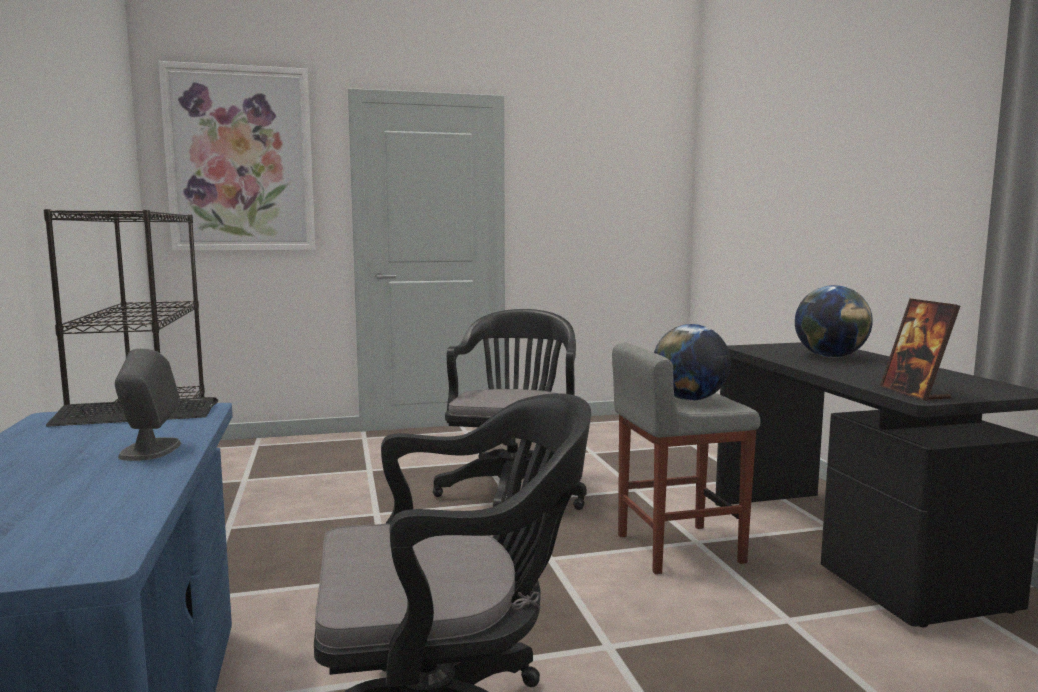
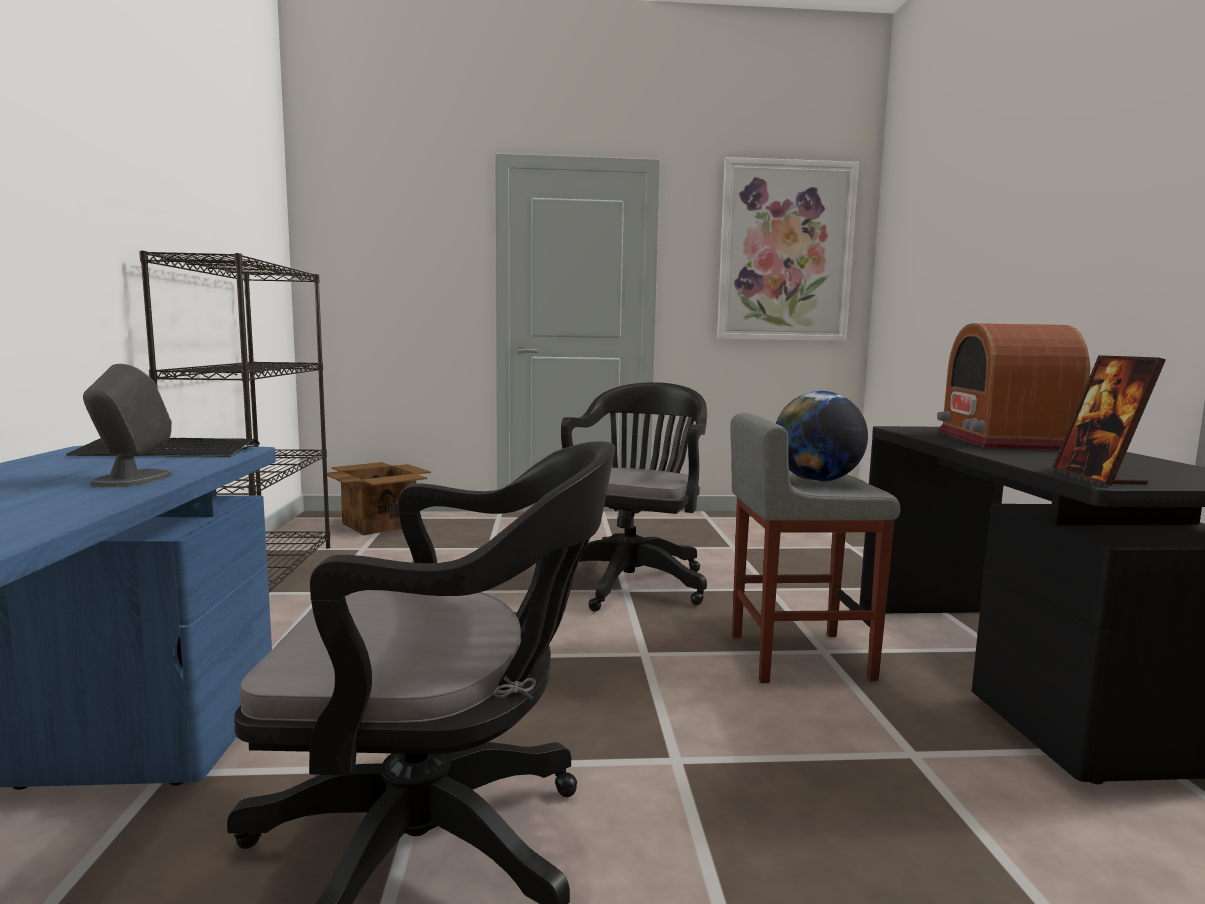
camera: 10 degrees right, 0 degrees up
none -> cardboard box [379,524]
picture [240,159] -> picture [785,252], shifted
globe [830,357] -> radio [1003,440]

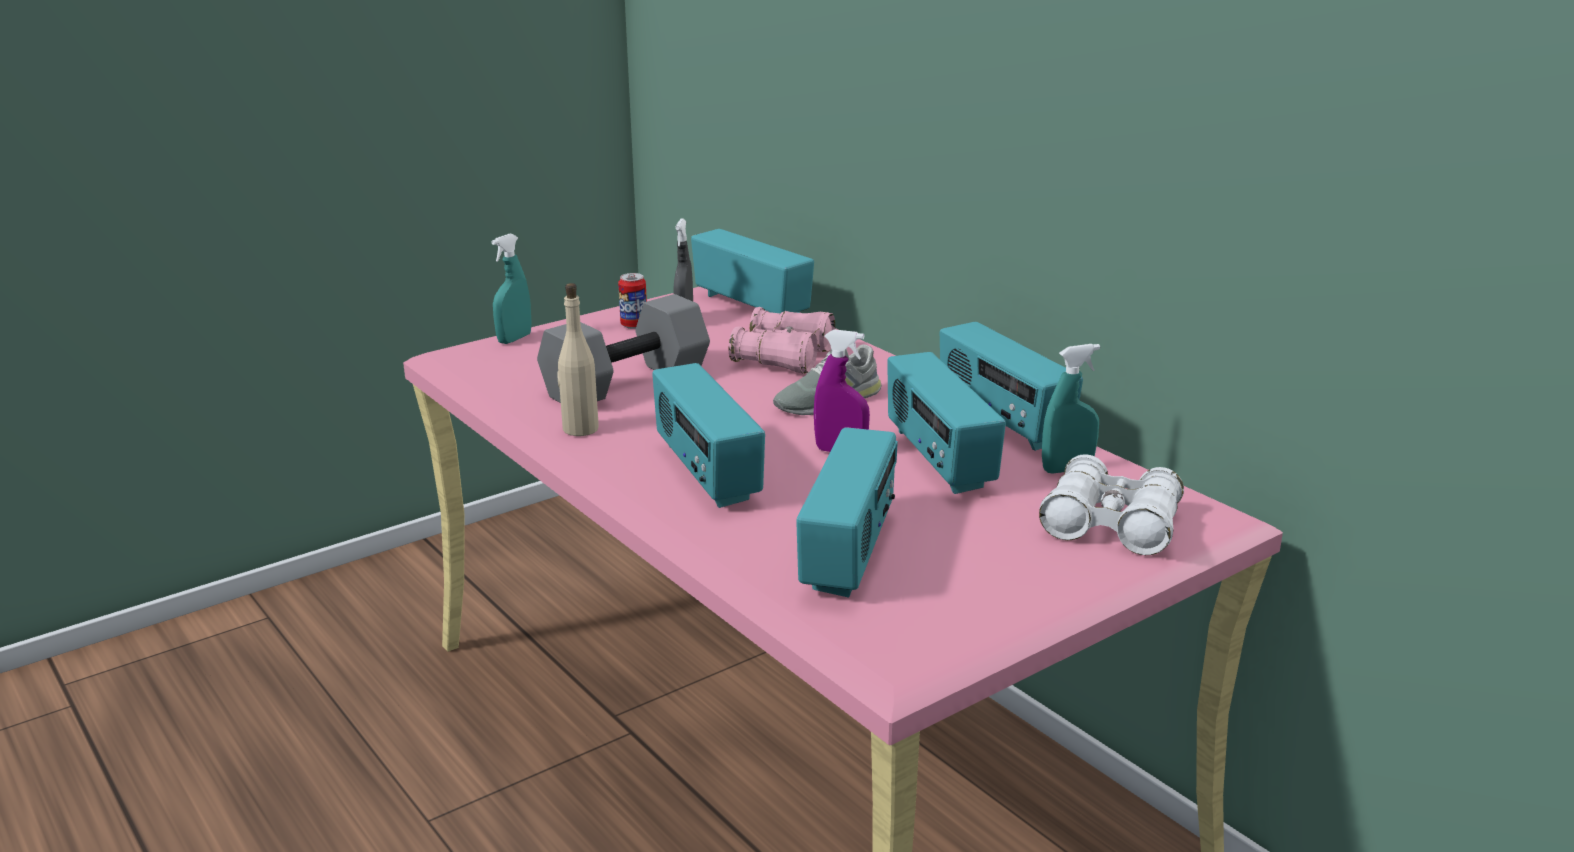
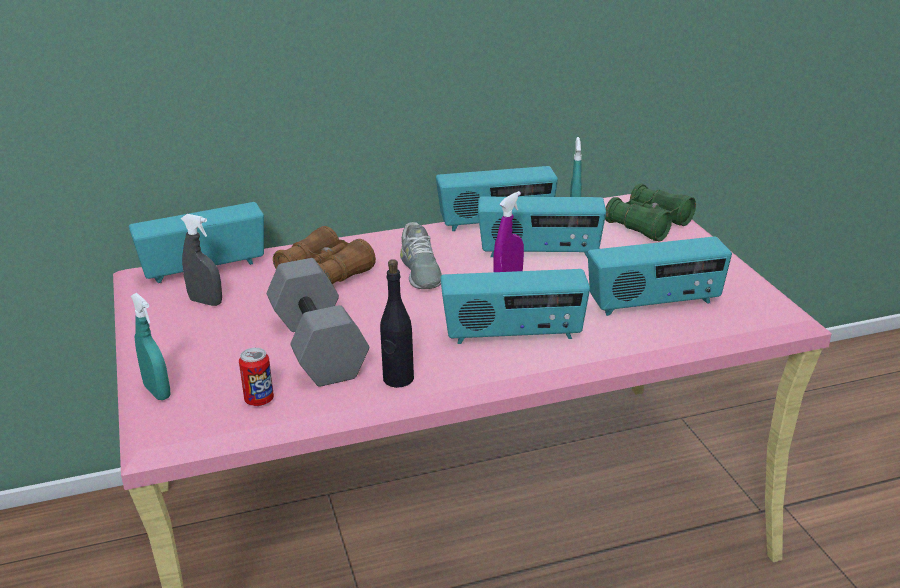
camera: 70 degrees left, 5 degrees up
can [634,325] -> can [259,400], shifted
bottle (beige) [580,429] -> bottle (black) [398,379]
binoculars (pink) [783,357] -> binoculars (brown) [325,273]
binoculars (white) [1111,525] -> binoculars (green) [649,225]
radio [850,553] -> radio [654,304], 135 degrees clockwise

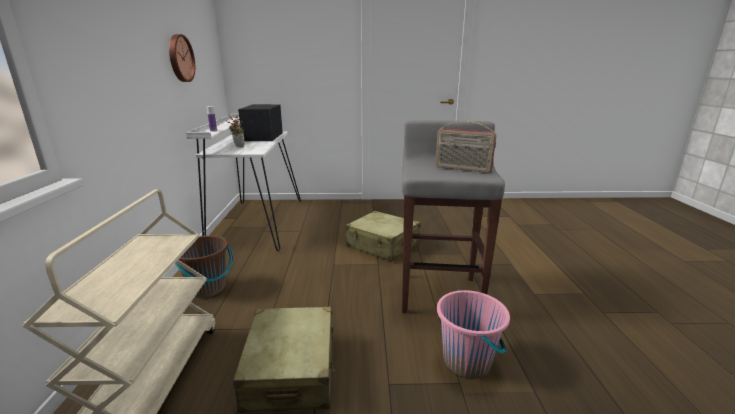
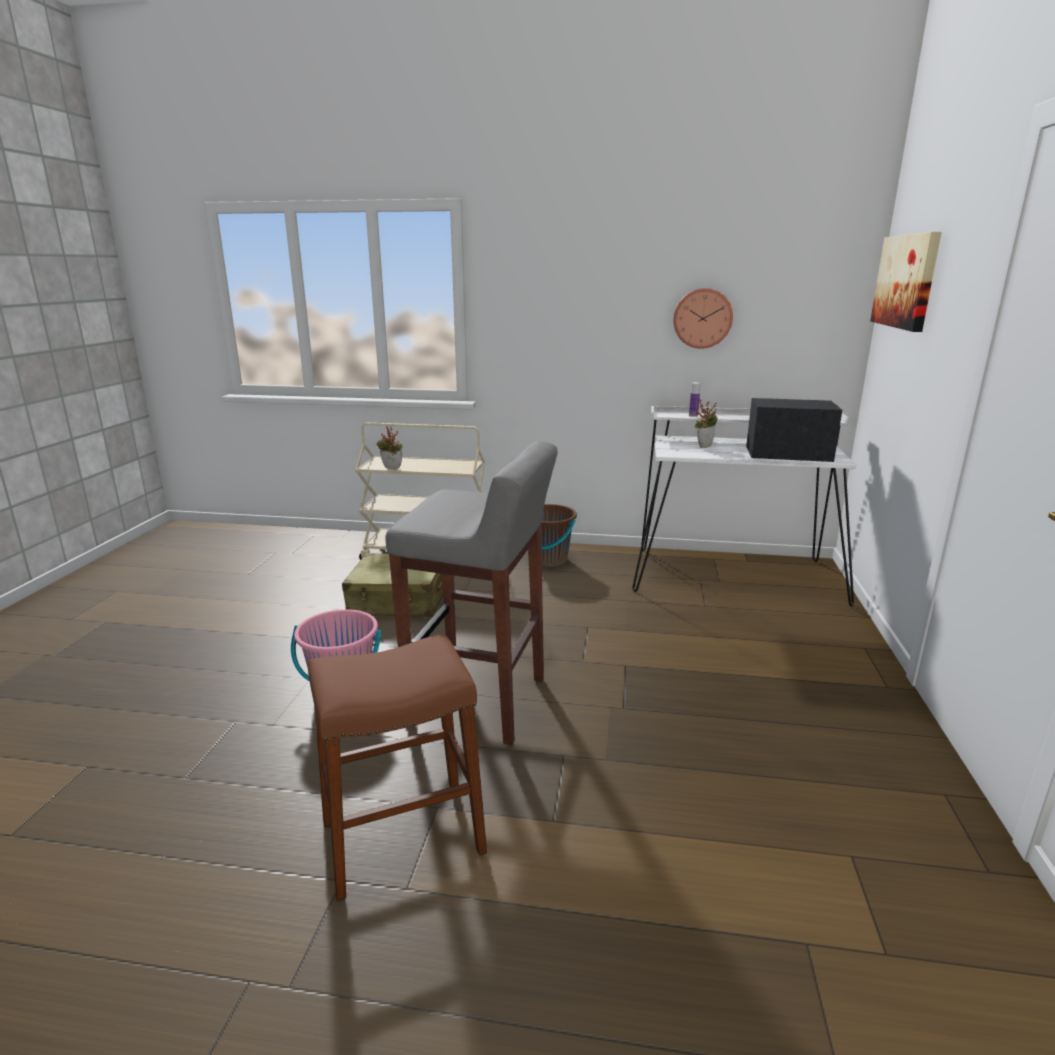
camera: 100 degrees right, 0 degrees up
suitcase (beige) [383,245] -> none
radio [462,169] -> none
none -> stool (brown) [402,836]
none -> potted plant [390,468]
none -> picture [906,281]

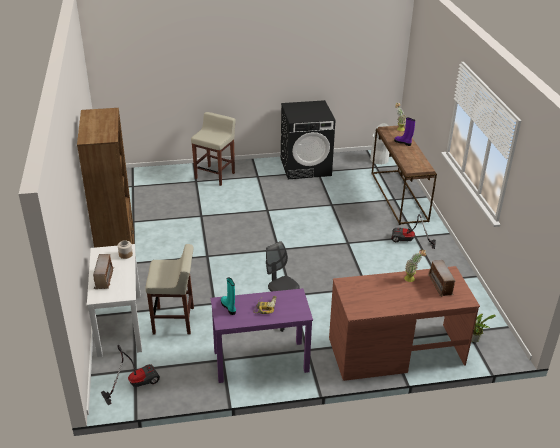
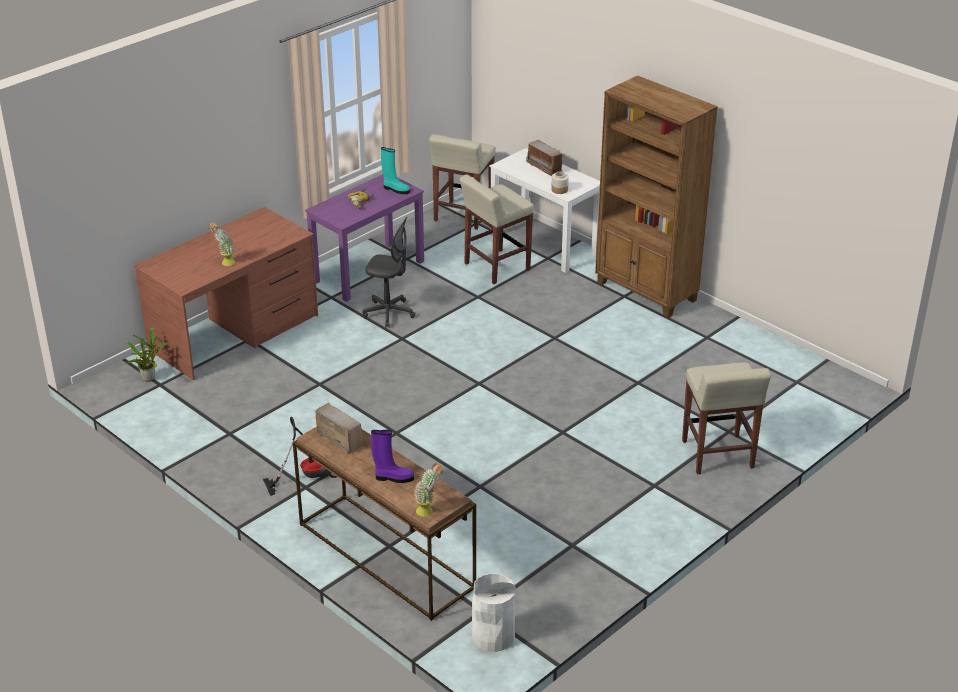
camera: 145 degrees right, 0 degrees up
washing machine (black) [306,167] -> none
radio [440,285] -> radio [339,439], shifted
vacuum cleaner [135,383] -> stool (beige) [463,216]

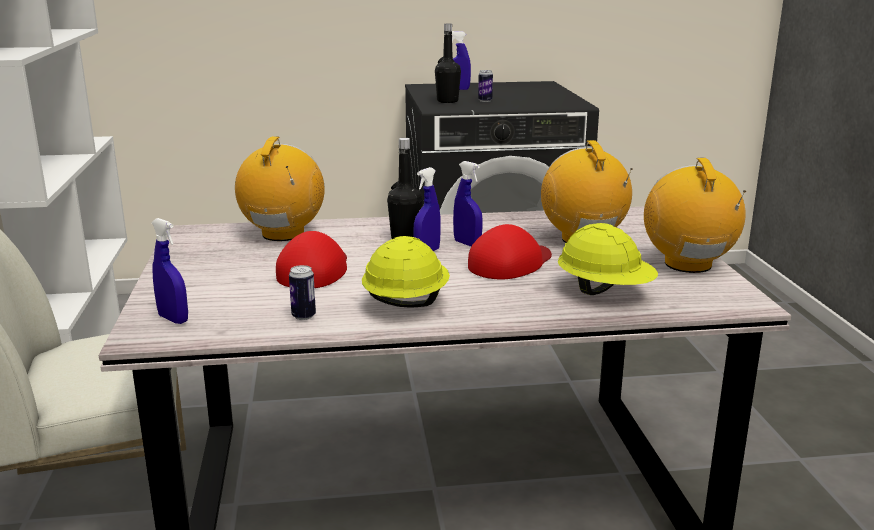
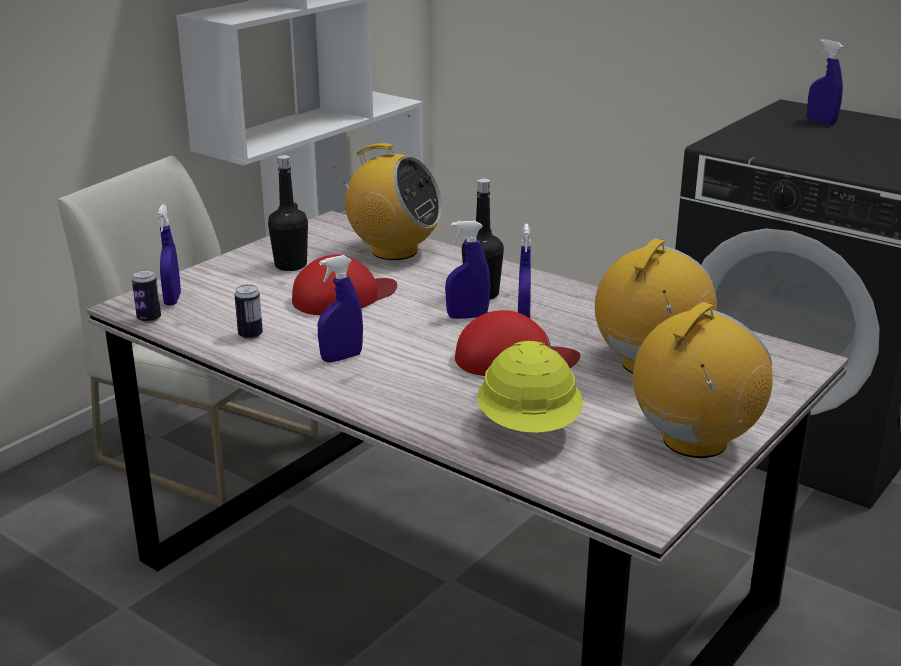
camera: 45 degrees right, 5 degrees up
bottle (black) [447,101] -> bottle (black) [290,265], shifted
can [485,101] -> can [149,319], shifted
hard hat (yellow) [405,303] -> spray bottle (blue) [341,358]
radio [283,234] -> radio [393,251], 60 degrees clockwise

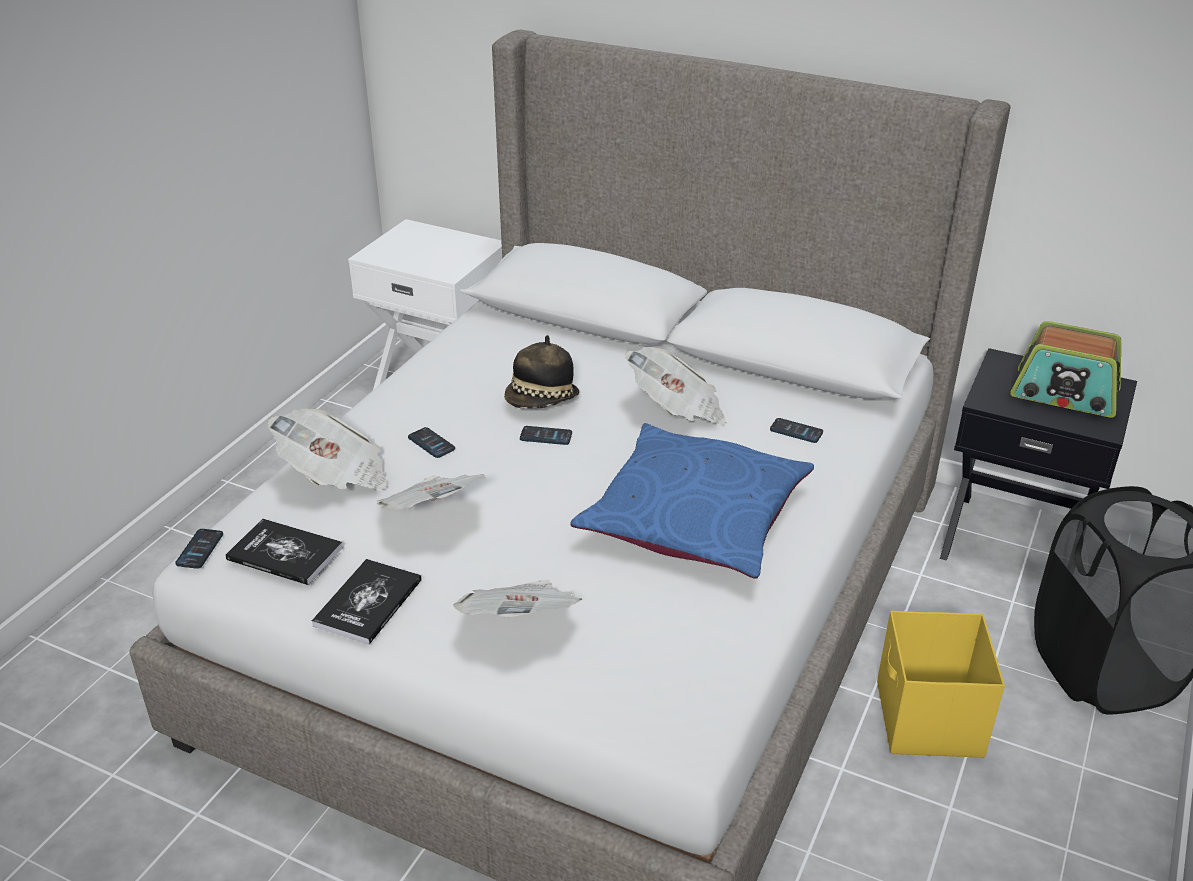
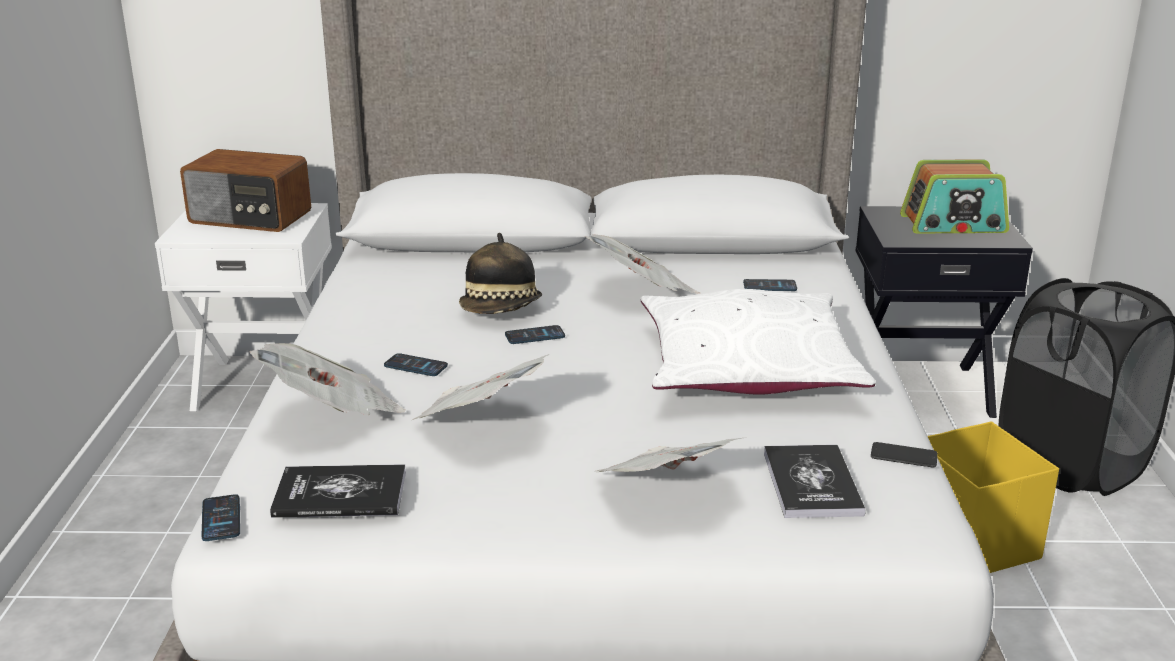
camera: 25 degrees left, 10 degrees down
none -> radio [250,218]
none -> phone [903,456]
book [368,603] -> book [812,483], shifted
pillow (blue) [694,517] -> pillow (white) [747,367]

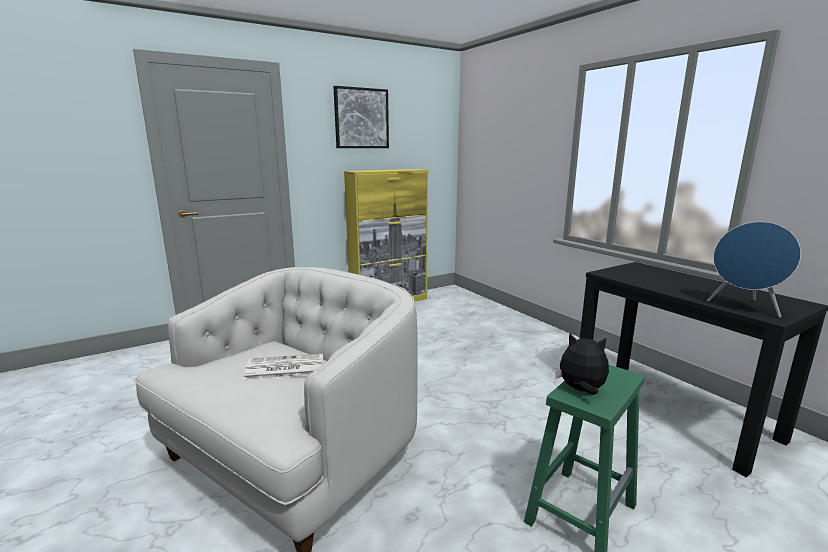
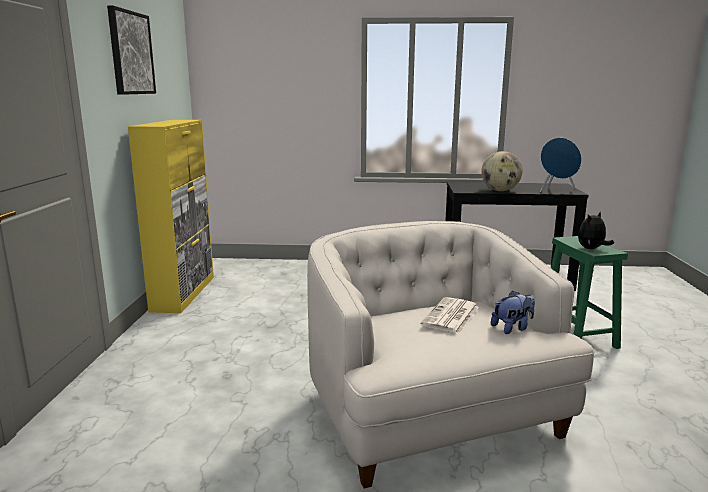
camera: 55 degrees left, 0 degrees up
none -> globe [500,191]
none -> plush toy [512,328]

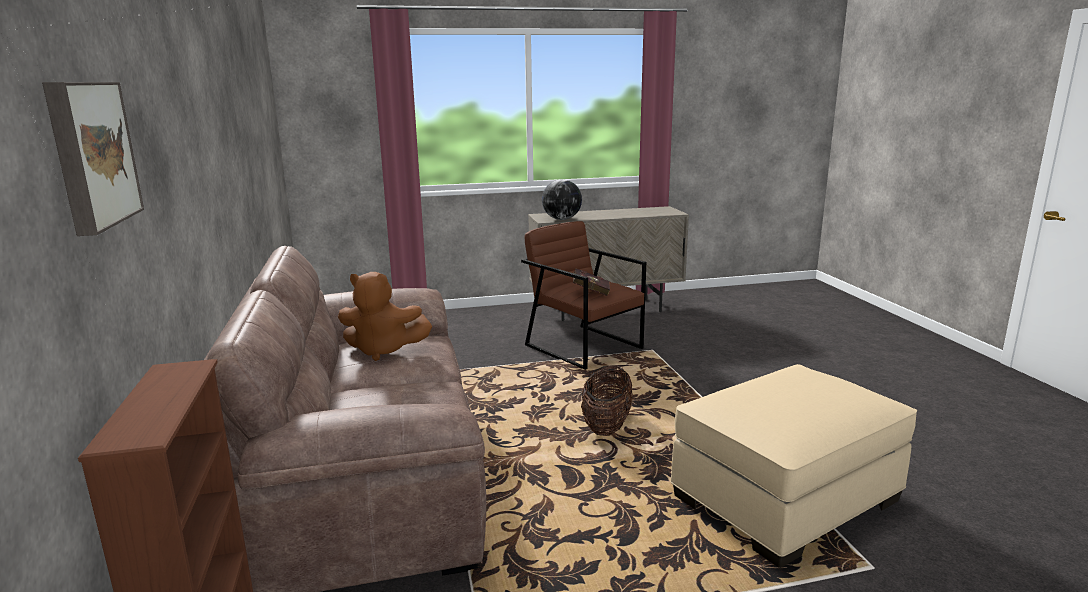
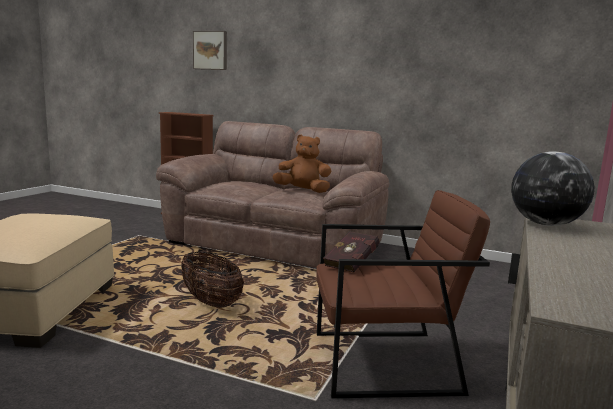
camera: 125 degrees right, 5 degrees down
plush toy (brown) [383,350] -> plush toy (brown) [303,191], 60 degrees clockwise

